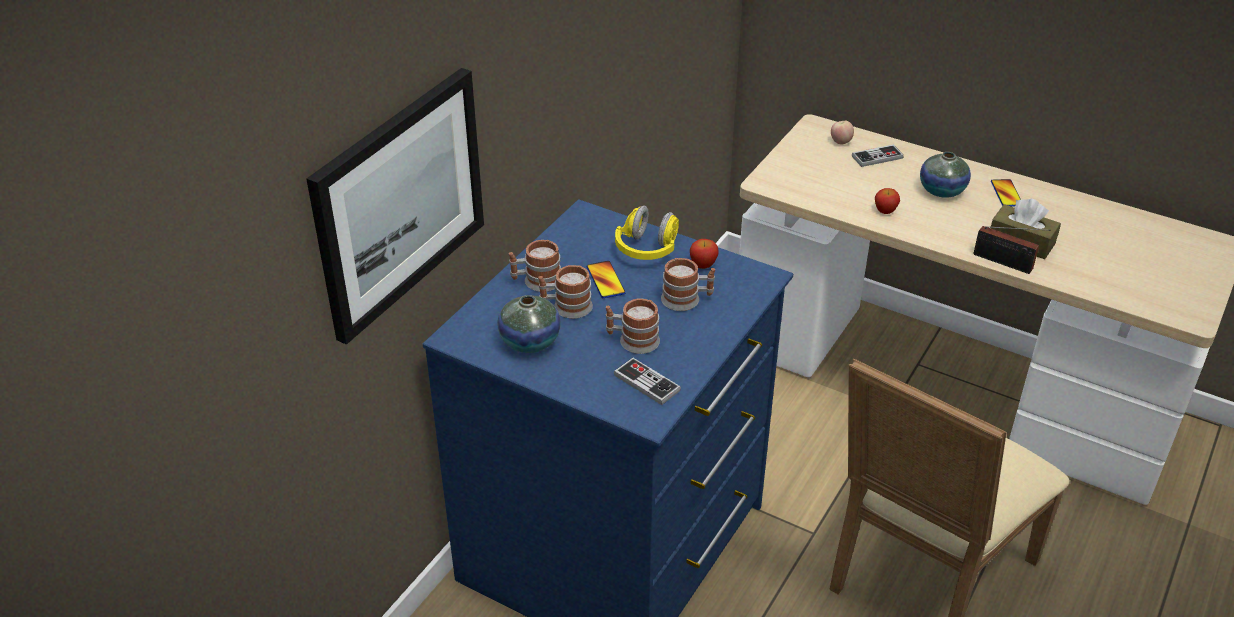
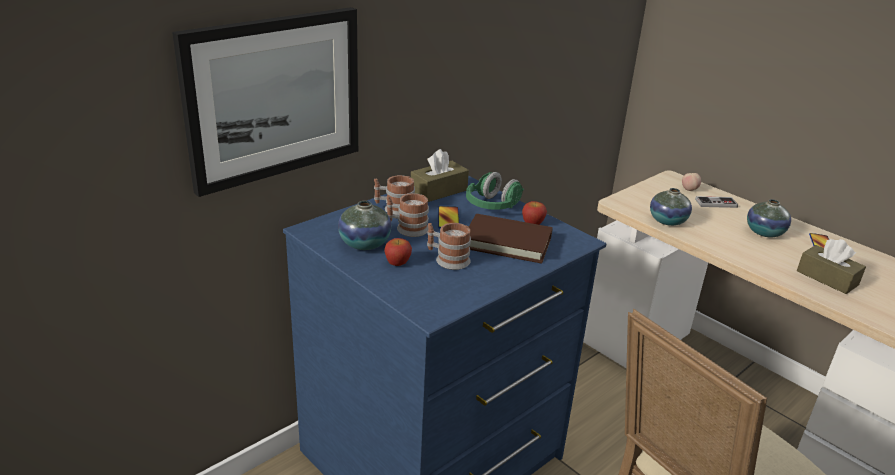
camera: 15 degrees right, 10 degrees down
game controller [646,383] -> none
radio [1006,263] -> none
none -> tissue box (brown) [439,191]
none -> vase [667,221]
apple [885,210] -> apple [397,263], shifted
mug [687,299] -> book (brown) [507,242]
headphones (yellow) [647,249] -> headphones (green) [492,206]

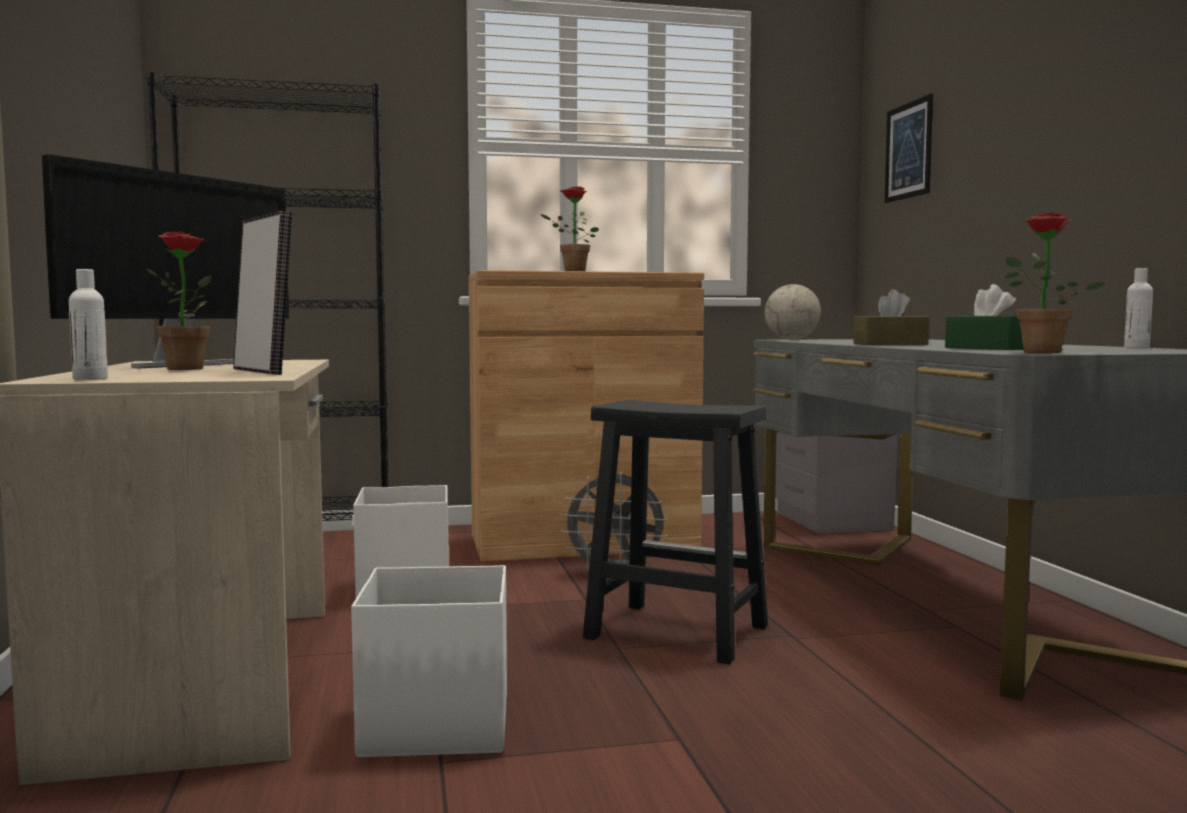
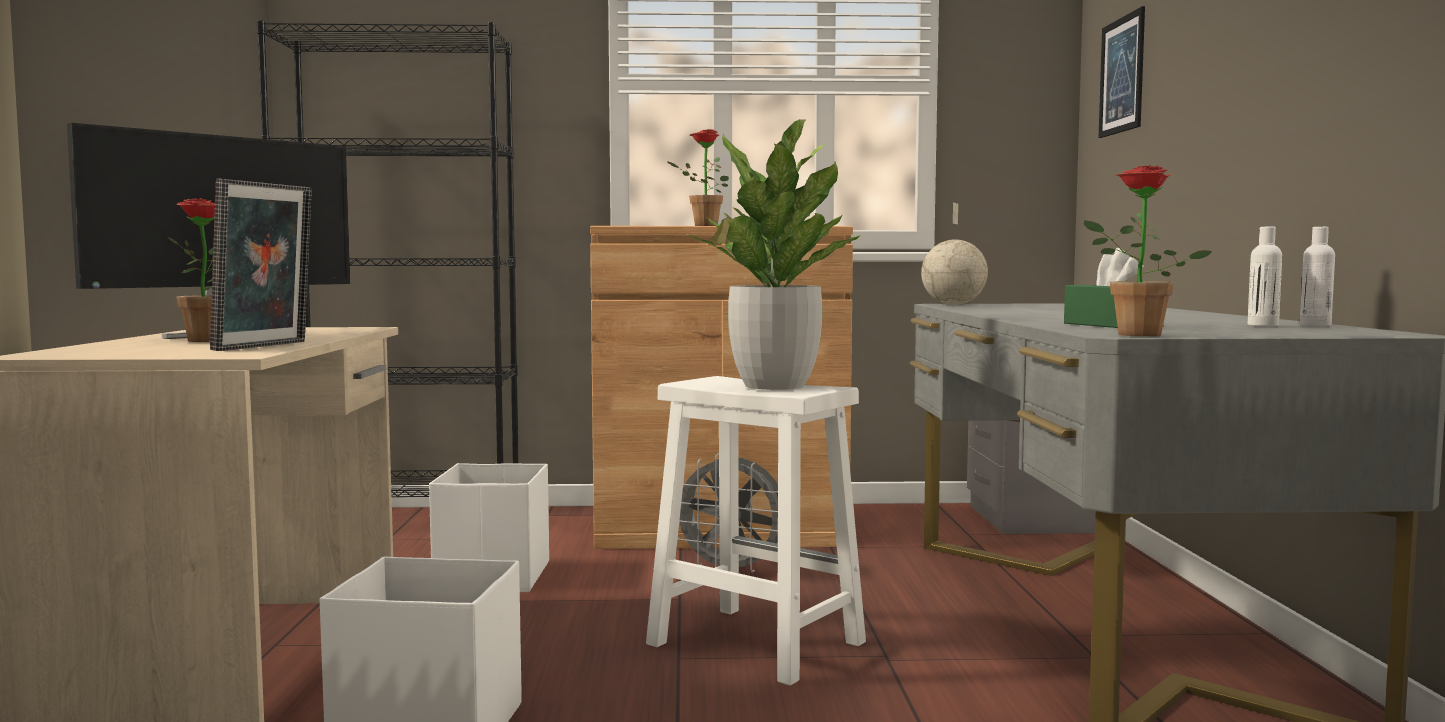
camera: 10 degrees right, 0 degrees up
tissue box (brown) [890,344] -> none
none -> potted plant [773,386]
bottle (white) [90,378] -> bottle (white) [1263,325], shifted
stool (black) [674,631] -> stool (white) [752,643]
picture frame [264,372] -> picture frame [266,346], 45 degrees clockwise

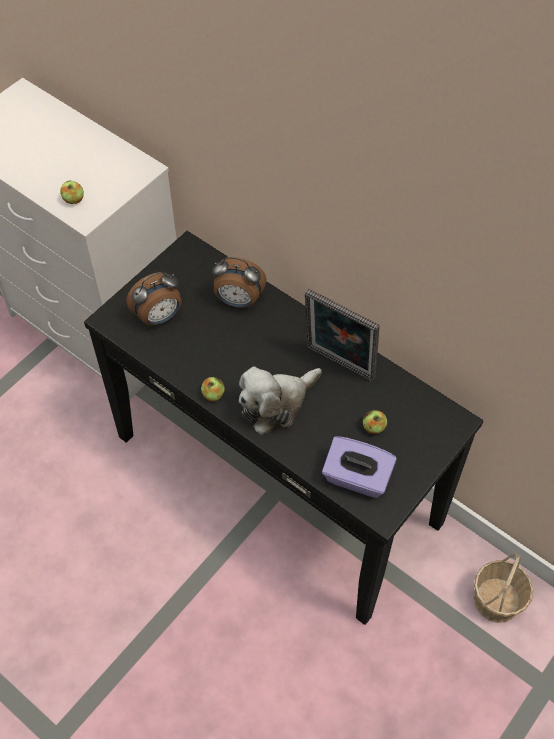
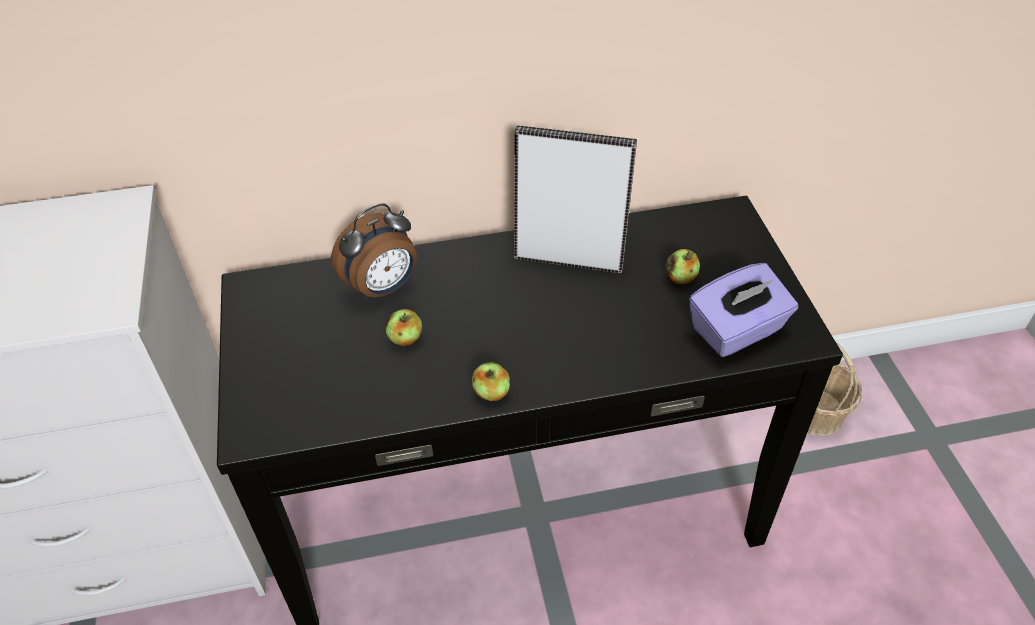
camera: 50 degrees left, 10 degrees down
alarm clock [159,317] -> none
plush toy [276,404] -> none
apple [73,199] -> apple [405,338], shifted
picture frame [338,365] -> picture frame [569,258], 150 degrees counterclockwise

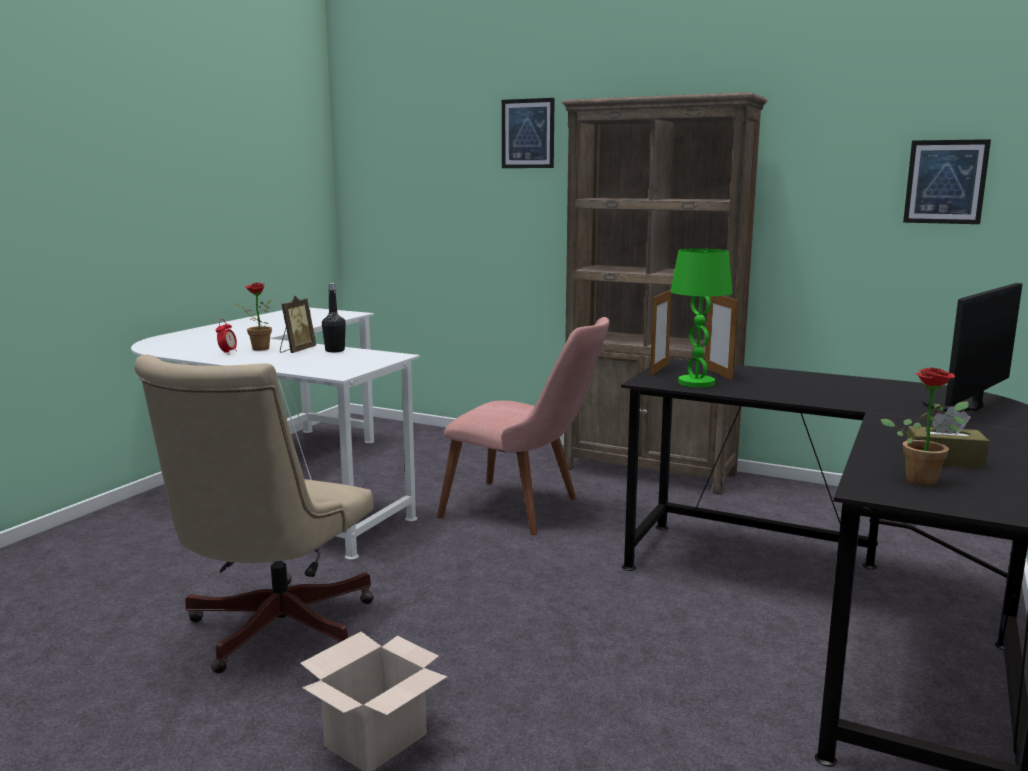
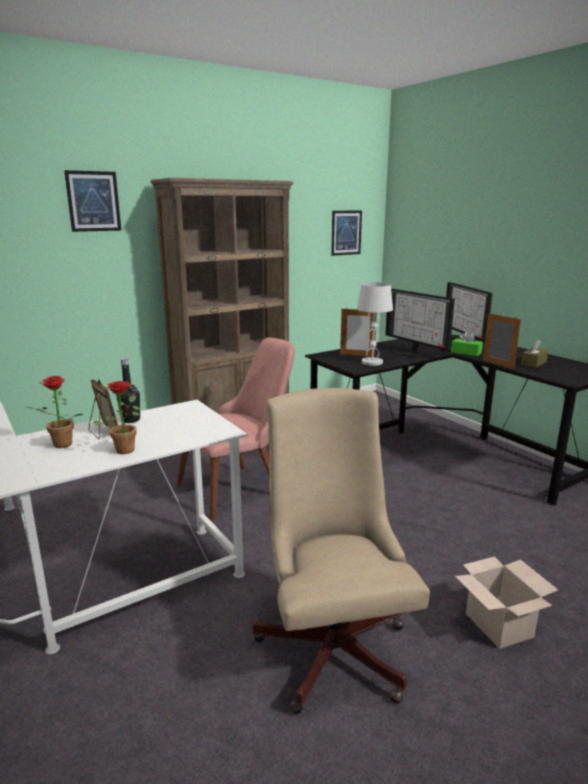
camera: 60 degrees left, 5 degrees up
alarm clock [227,353] -> none
none -> monitor [410,352]
none -> tissue box (green) [466,352]
picture frame [659,369] -> picture frame [498,364], shifted
potted plant [924,479] -> potted plant [125,448], shifted
table lamp (green) [696,383] -> table lamp (white) [372,362]
office chair (beige) [271,632] -> office chair (beige) [333,642], 150 degrees counterclockwise

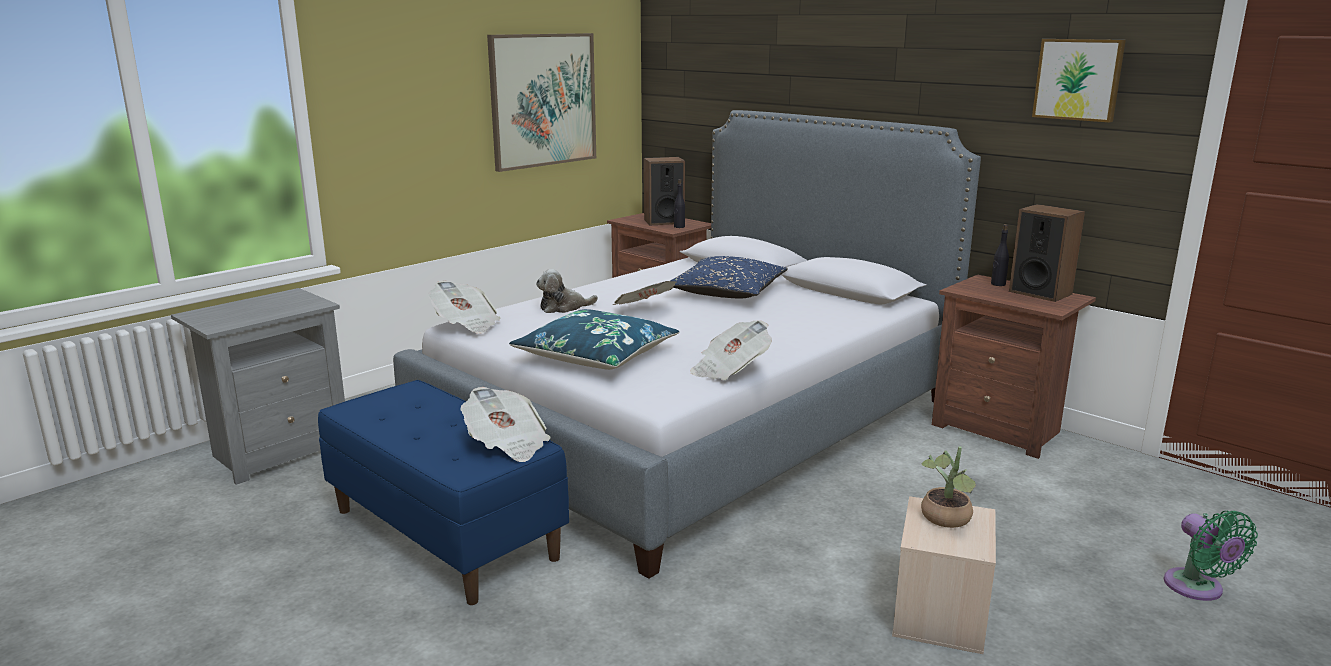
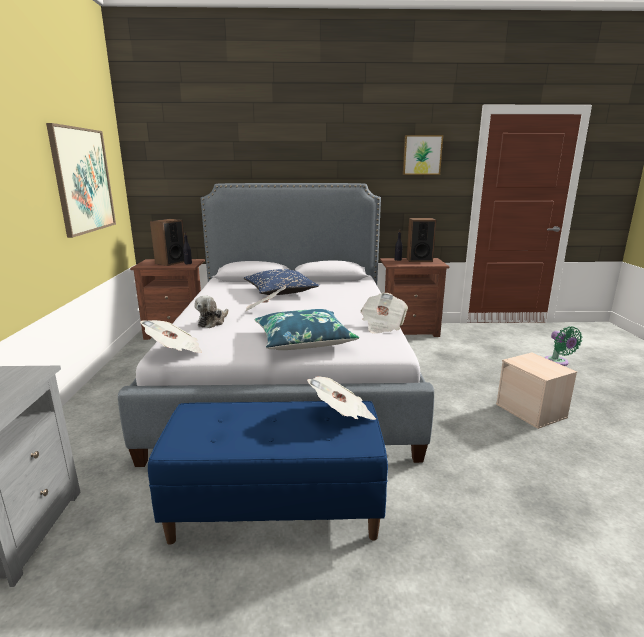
camera: 45 degrees left, 0 degrees up
potted plant [946,520] -> none
fan (green) [1197,589] -> fan (green) [558,362], 45 degrees clockwise

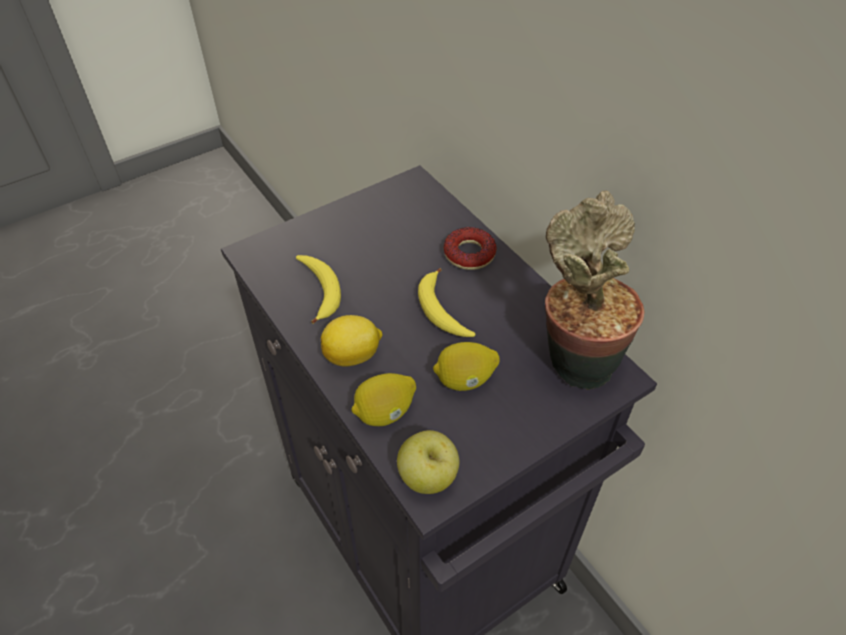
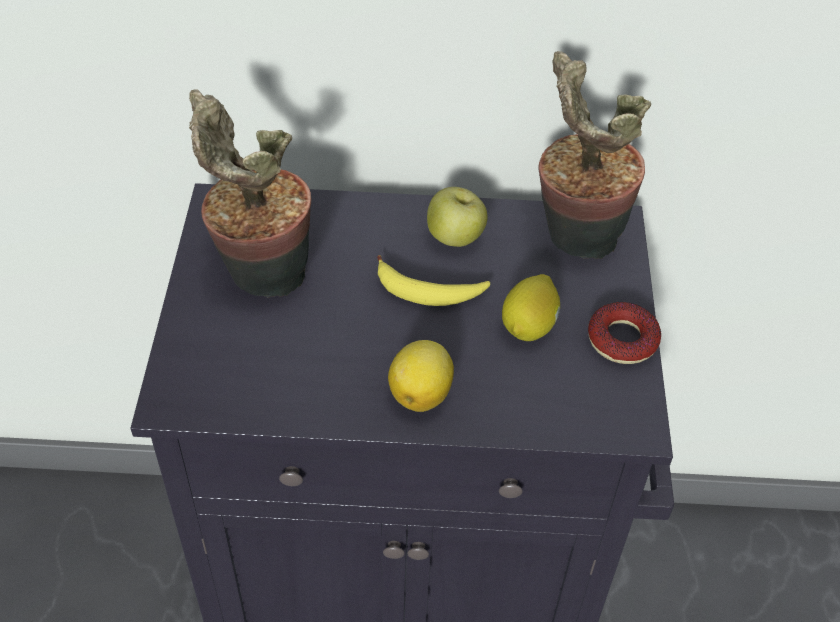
camera: 55 degrees left, 0 degrees up
banana [320,291] -> none
lemon [385,413] -> none
none -> potted plant [260,276]
apple [428,477] -> apple [455,238], shifted
donut [469,254] -> donut [622,339], shifted

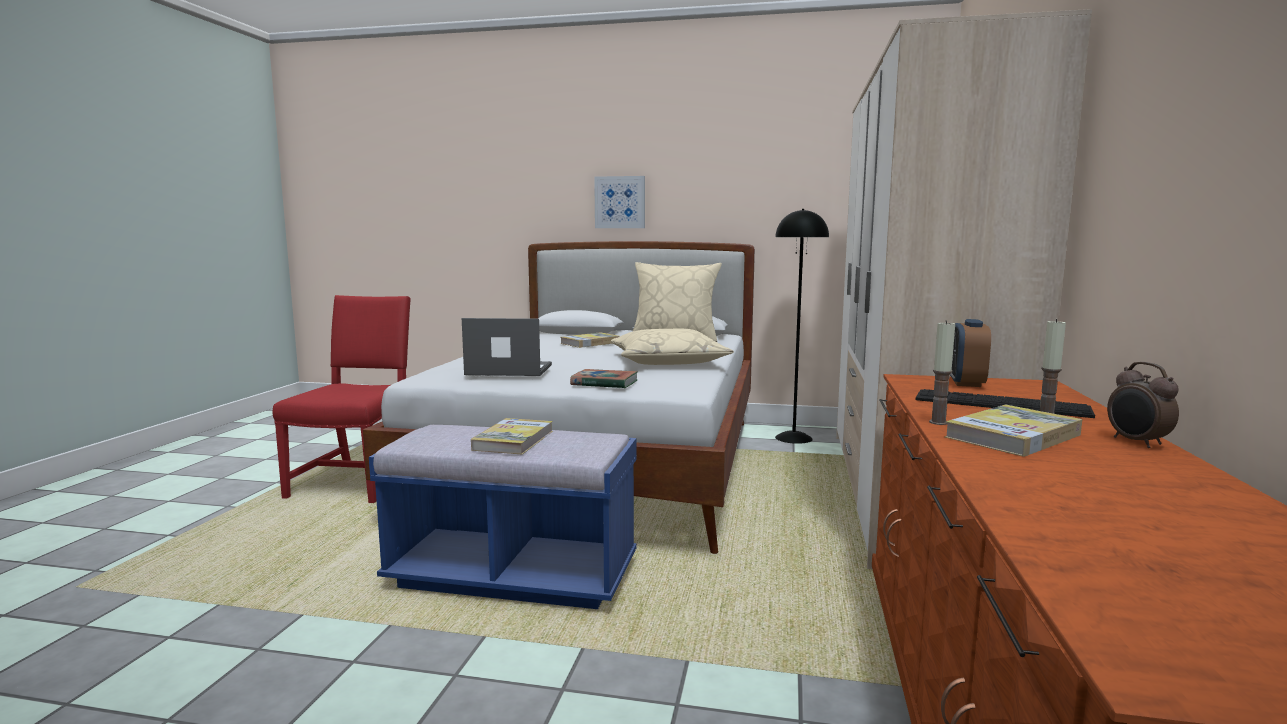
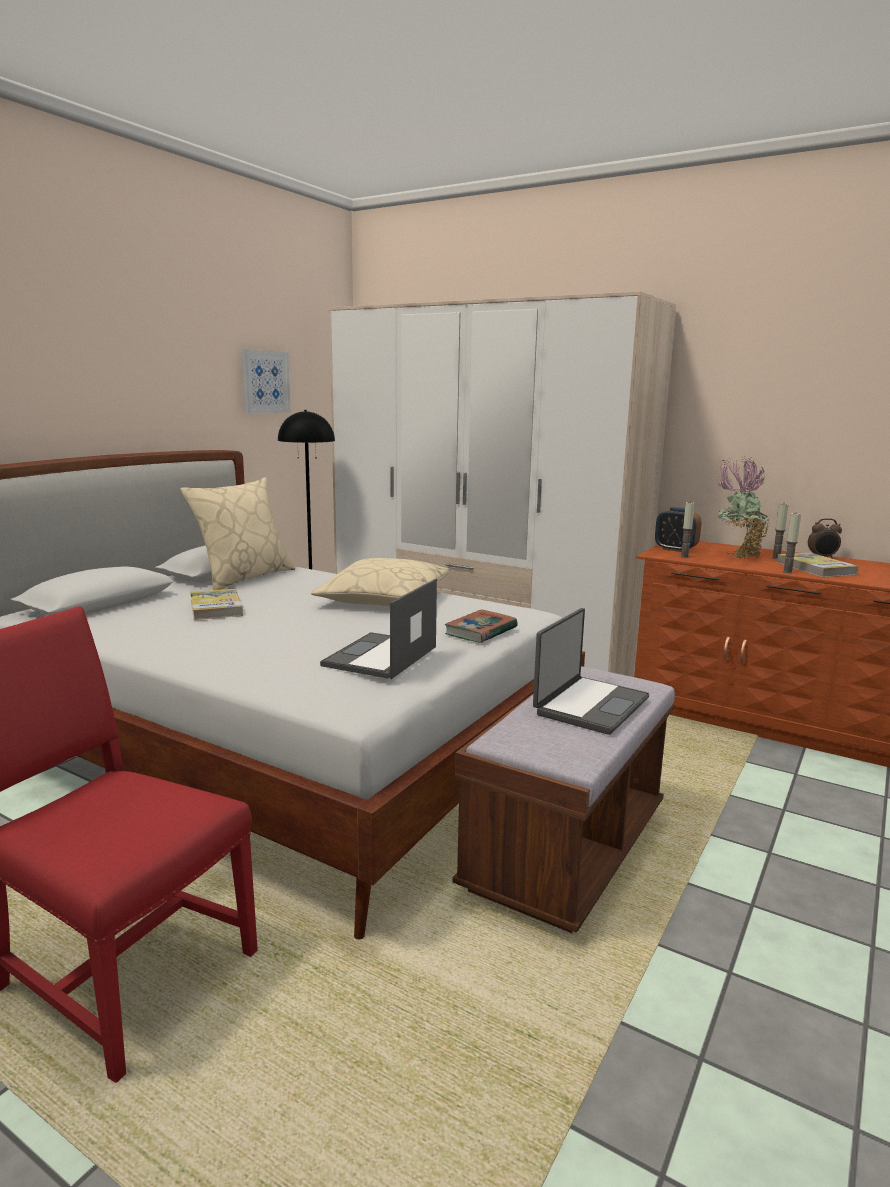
camera: 70 degrees left, 5 degrees up
none -> candle [684,556]
picture [620,202] -> picture [265,382], shifted
book [513,440] -> laptop [589,705]
keyboard [1000,404] -> potted plant [737,556]
bench (blue) [513,576] -> bench (brown) [566,851]

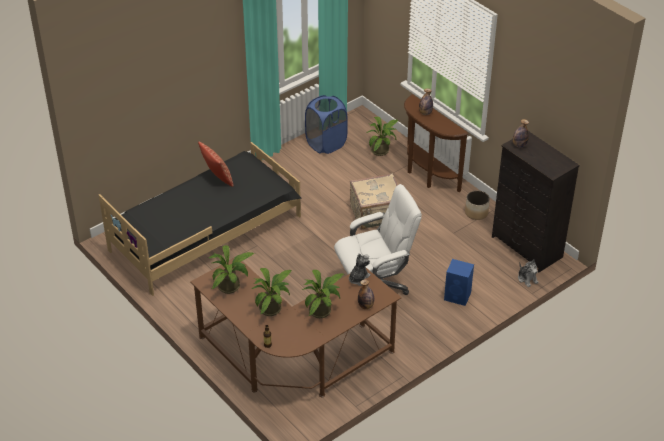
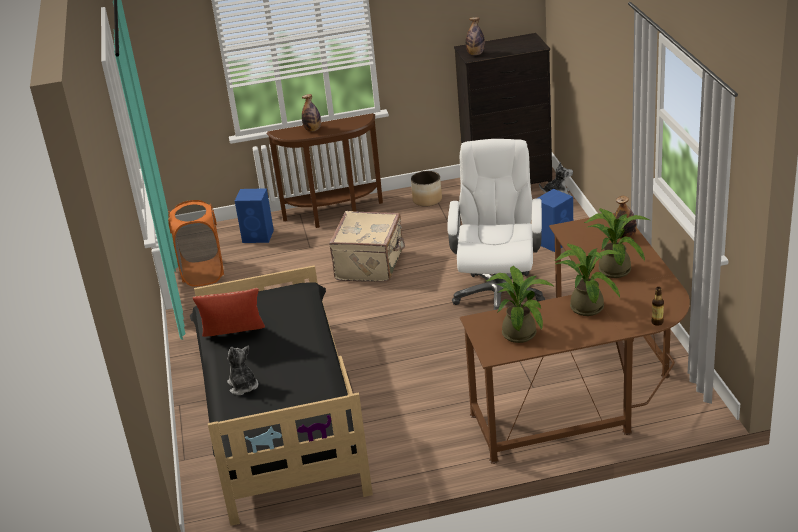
camera: 60 degrees left, 10 degrees down
plush toy [358,279] -> plush toy [243,386], shifted
potted plant [382,150] -> speaker (blue) [259,236]
laundry basket (blue) [326,144] -> laundry basket (orange) [203,273]

